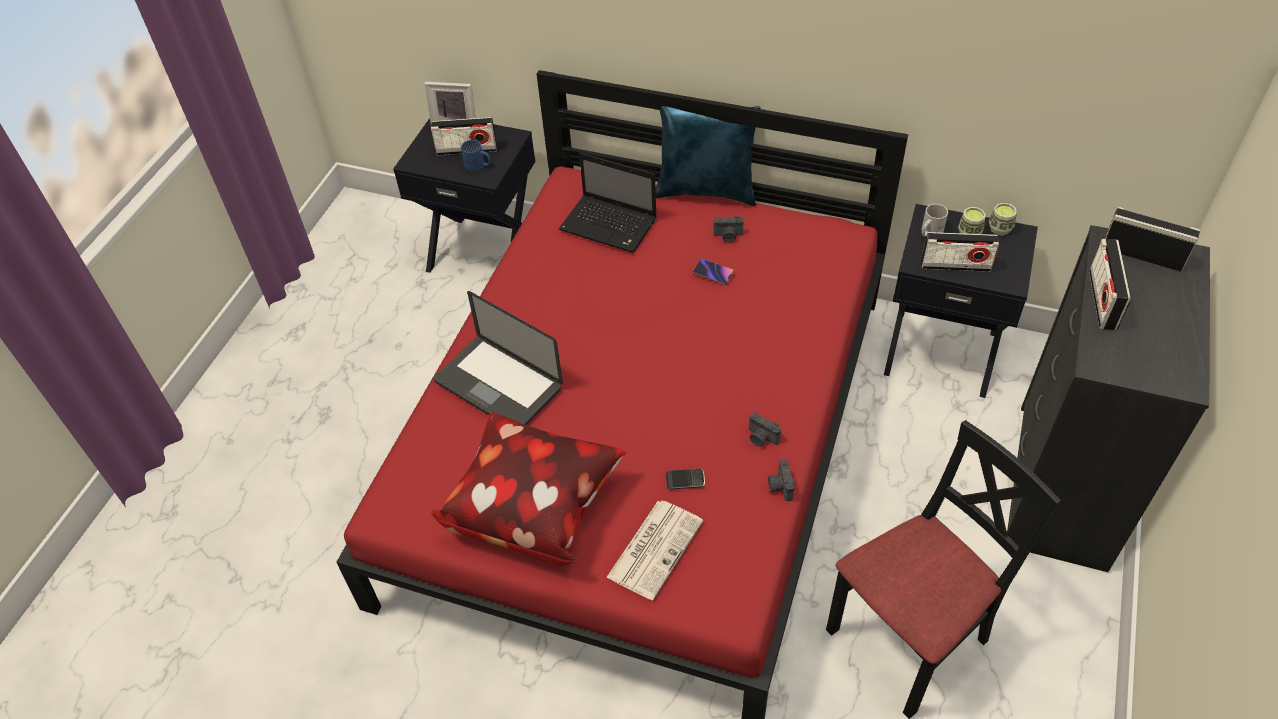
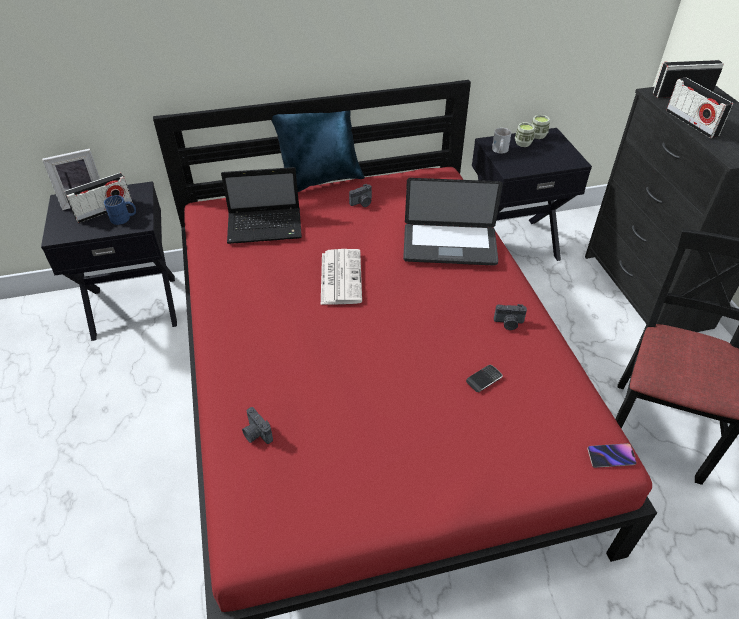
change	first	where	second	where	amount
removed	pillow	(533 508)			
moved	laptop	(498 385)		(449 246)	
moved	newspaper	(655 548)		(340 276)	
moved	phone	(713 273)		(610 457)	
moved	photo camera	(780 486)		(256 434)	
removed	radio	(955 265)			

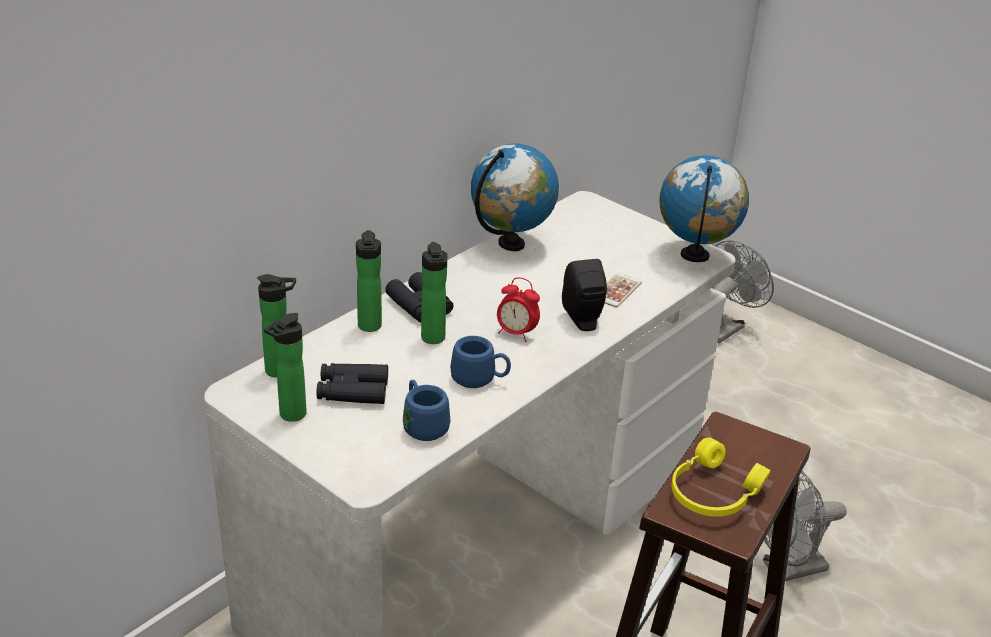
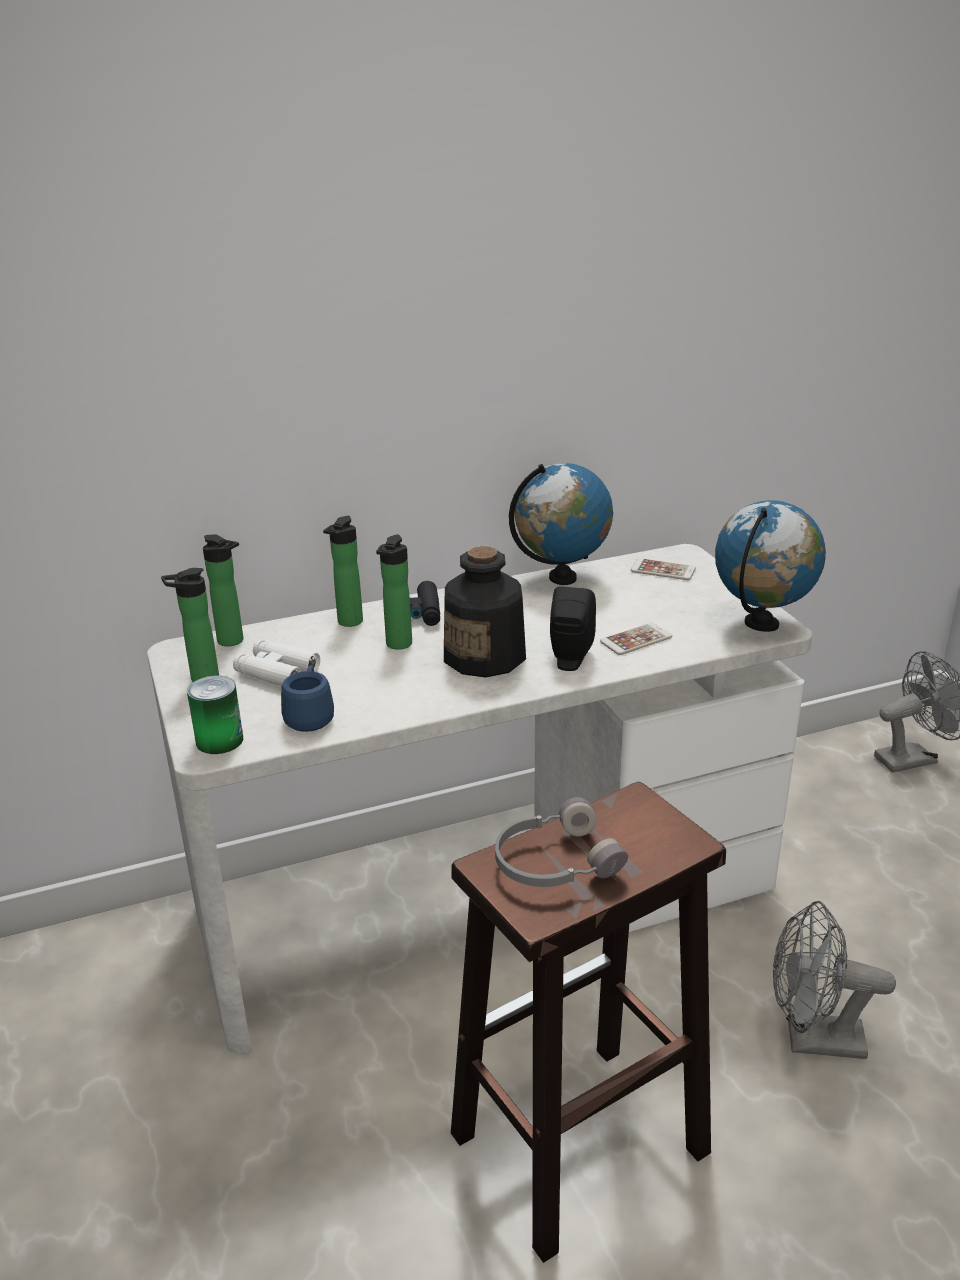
change	first	where	second	where	amount
recoloured	black binoculars	(352 391)	white binoculars	(277 672)	
removed	blue mug	(480 379)			
replaced	alarm clock	(516 333)	bottle	(485 657)	
recoloured	yellow headphones	(712 492)	grey headphones	(554 861)	
added			can	(219 740)	
added			phone	(663 570)	

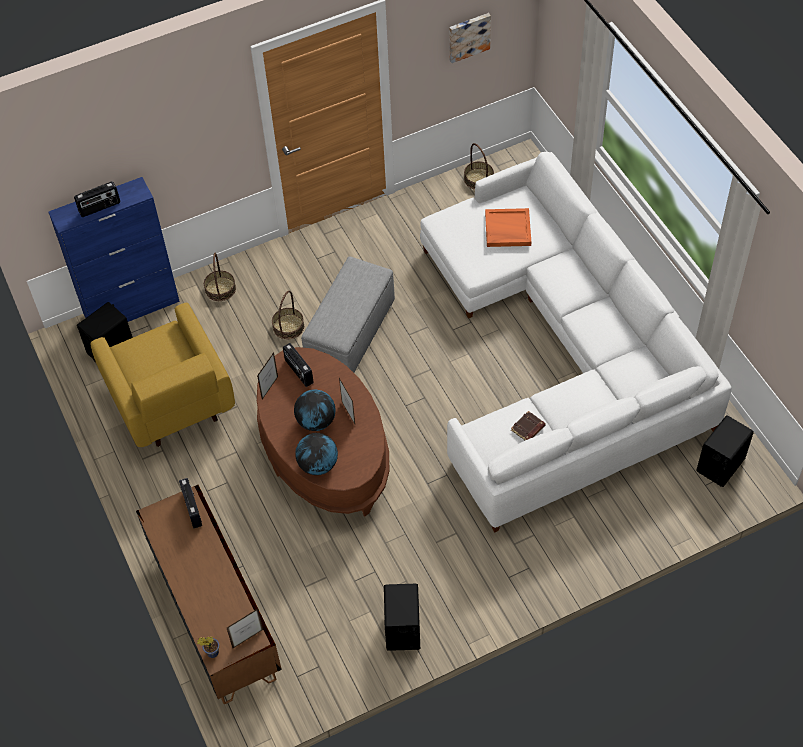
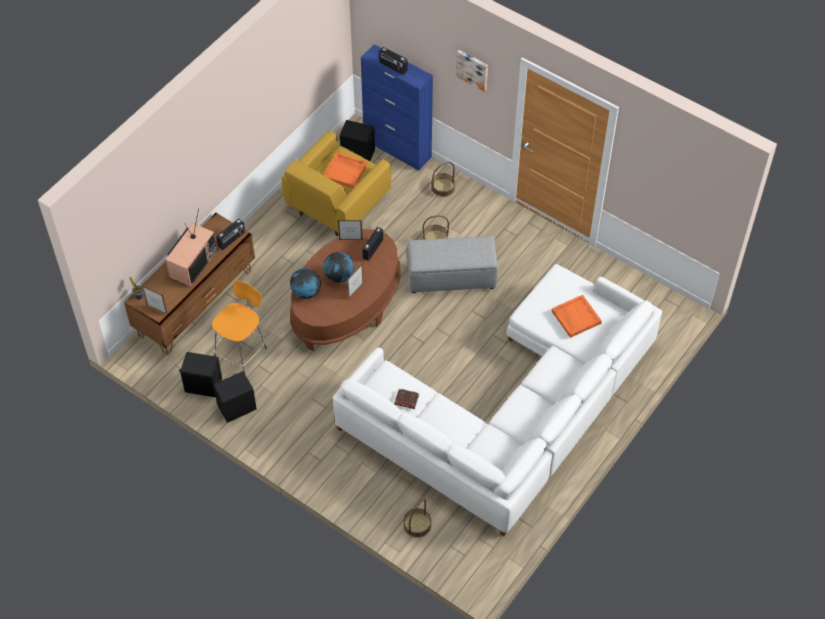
change	first	where	second	where	amount
moved	picture	(468 36)		(472 69)	
moved	basket	(478 179)		(417 525)	
moved	black speaker	(720 465)		(203 385)	
added			television	(192 263)	
added			orange stool	(242 351)	
added			orange tray	(345 171)	

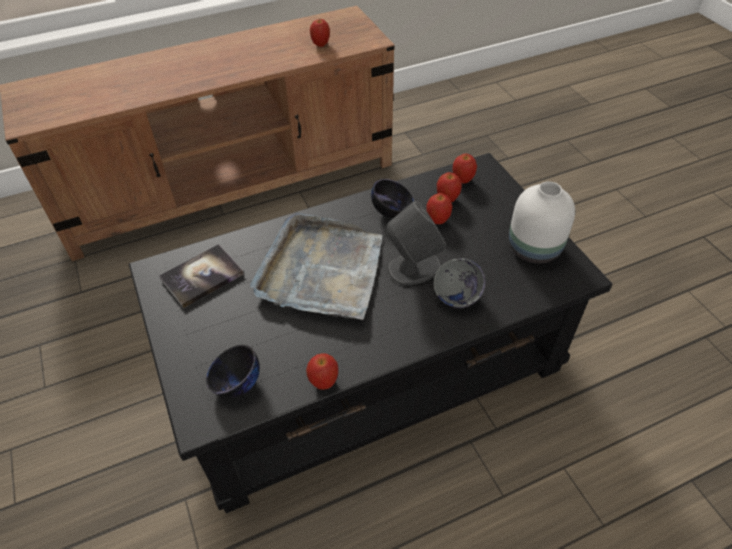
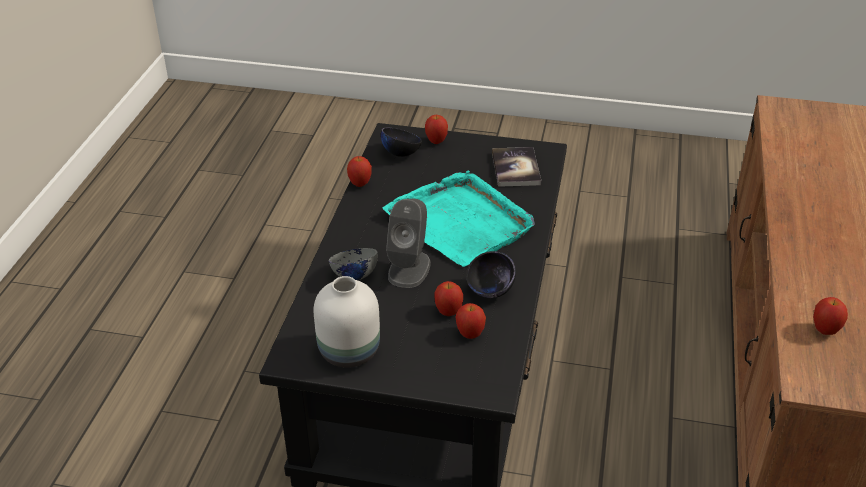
change	first	where	second	where	amount
recoloured	grey tray	(321 270)	turquoise tray	(460 222)	
moved	apple	(462 180)		(436 141)	

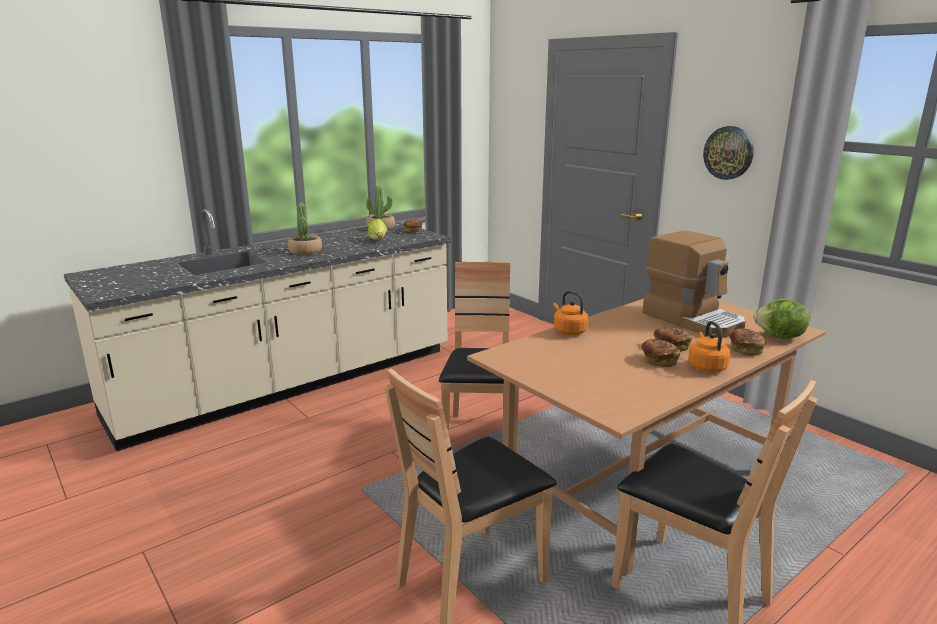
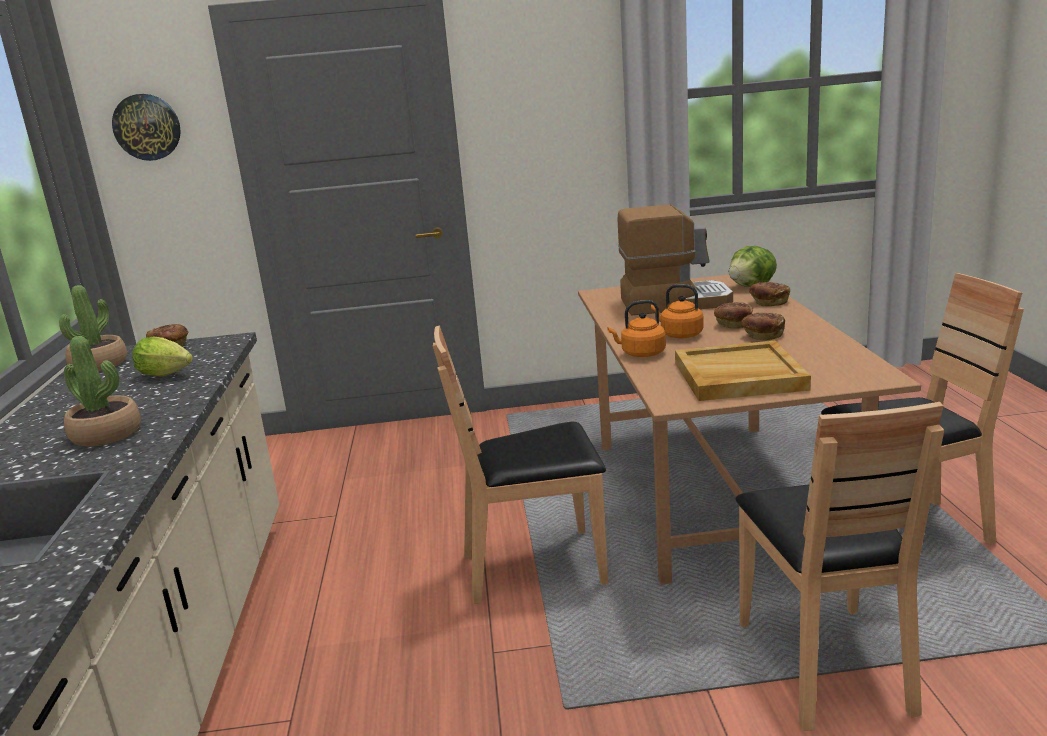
change	first	where	second	where	amount
turned	brown chair	(480 438)		(535 567)	45 degrees counterclockwise
moved	orange kettle	(706 366)		(679 335)	
moved	wall clock	(728 153)		(147 127)	
added			beige tray	(738 376)	

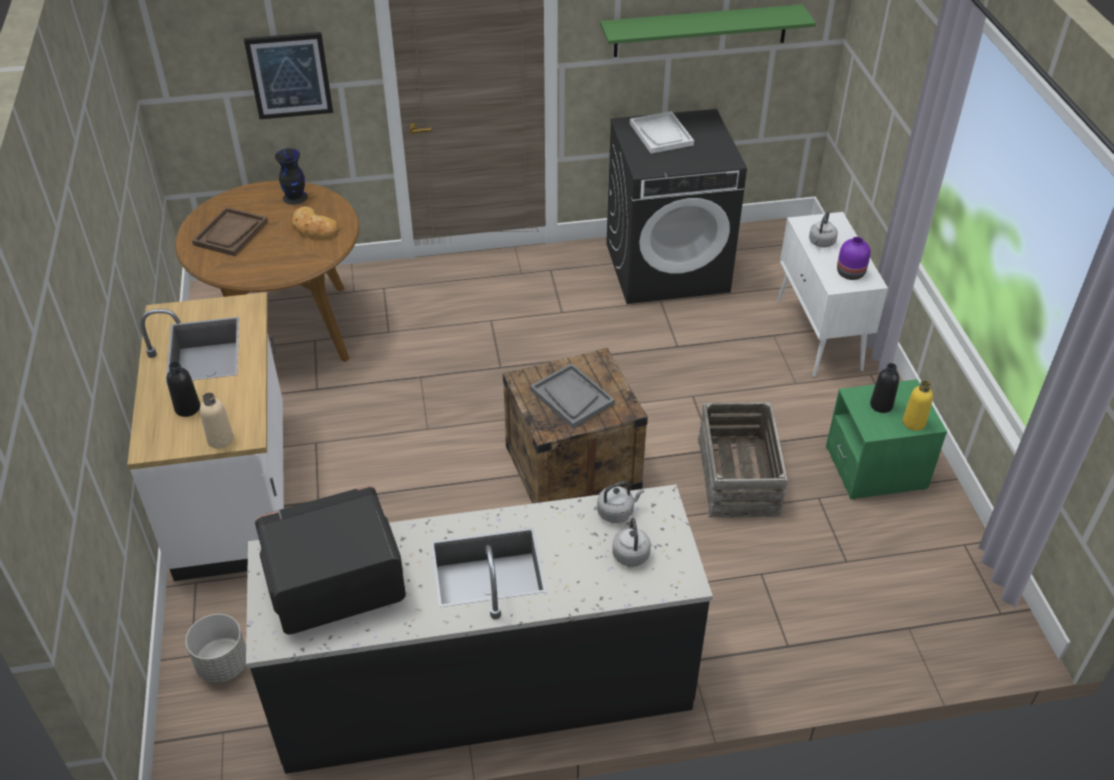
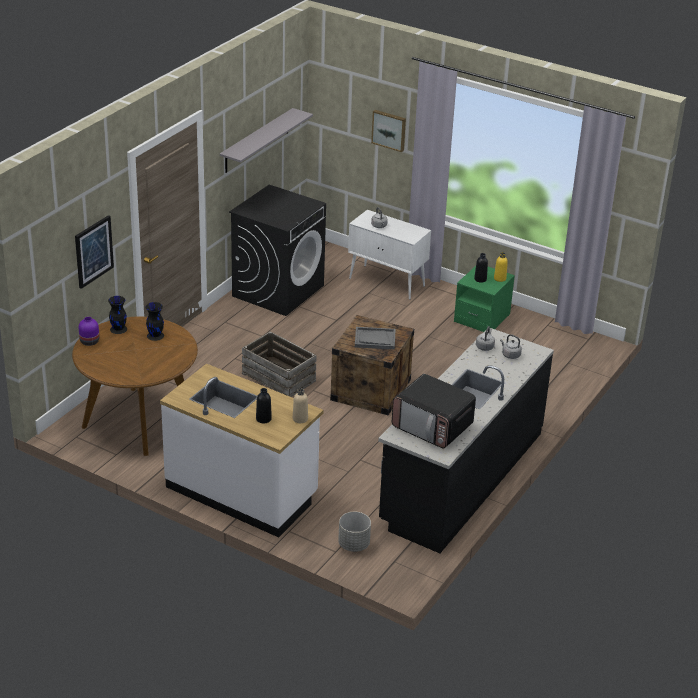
change	first	where	second	where	amount
removed	brown tray	(231 233)			
turned	microwave	(334 582)		(432 427)	75 degrees counterclockwise
replaced	bread	(313 227)	black vase	(155 335)	
recoloured	green shelf	(700 30)	grey shelf	(257 141)	
removed	white tray	(661 134)			
moved	crate	(739 476)		(279 377)	
moved	purple vase	(849 273)		(89 342)	
added			picture	(389 130)	

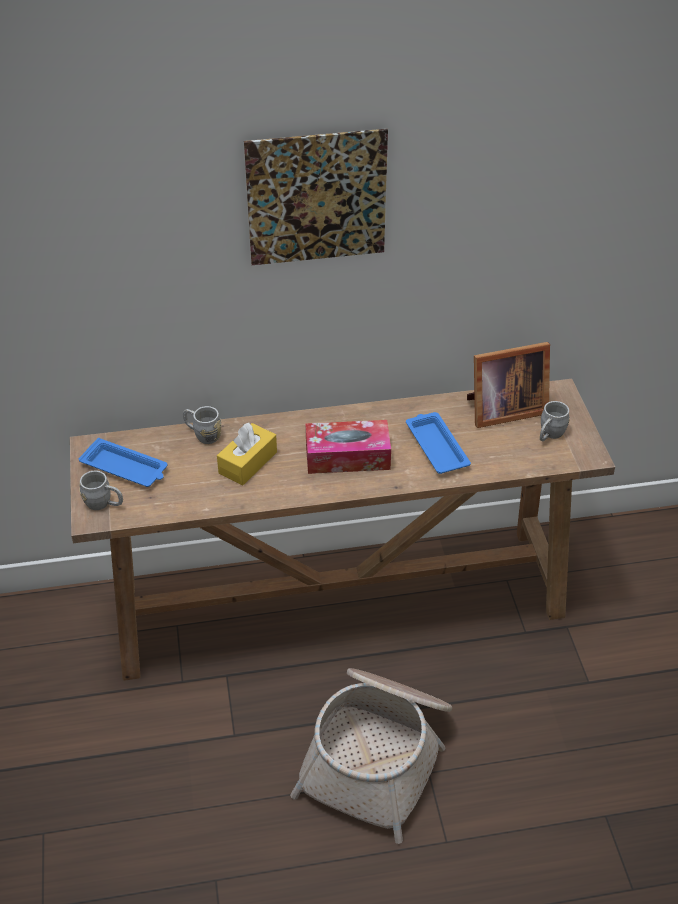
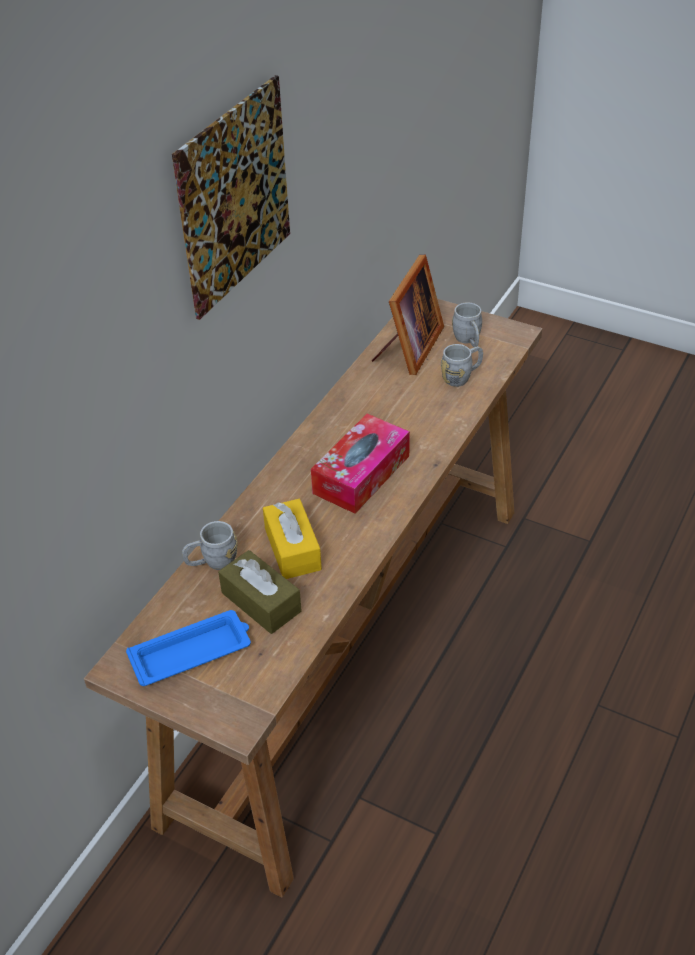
change	first	where	second	where	amount
moved	grey mug	(104 504)		(462 376)	
removed	basket	(378 755)			
removed	blue tray	(436 446)			
added			brown tissue box	(261 602)	

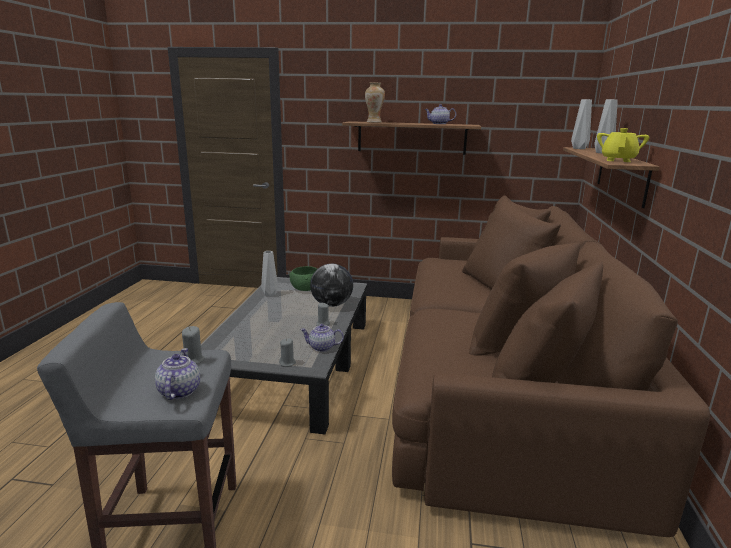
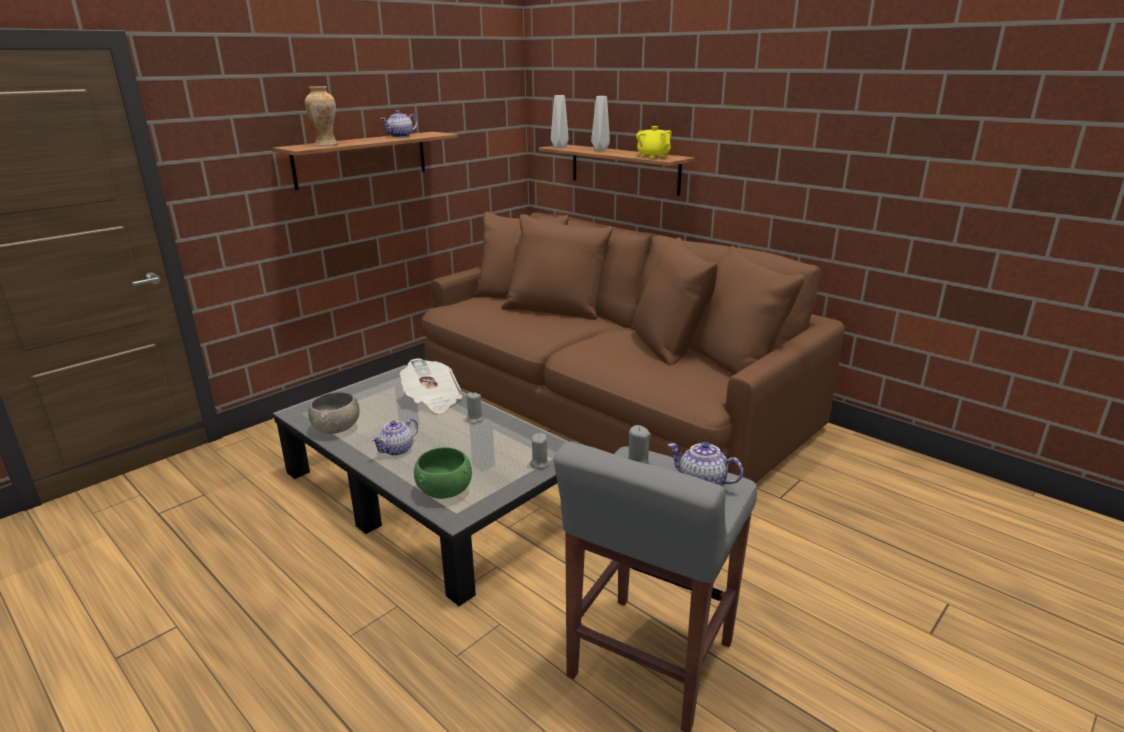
change	first	where	second	where	amount
replaced	grey vase	(269 294)	grey bowl	(337 428)	
moved	green bowl	(306 288)		(444 490)	
moved	teapot	(321 347)		(397 450)	
replaced	globe	(331 305)	newspaper	(432 400)	

